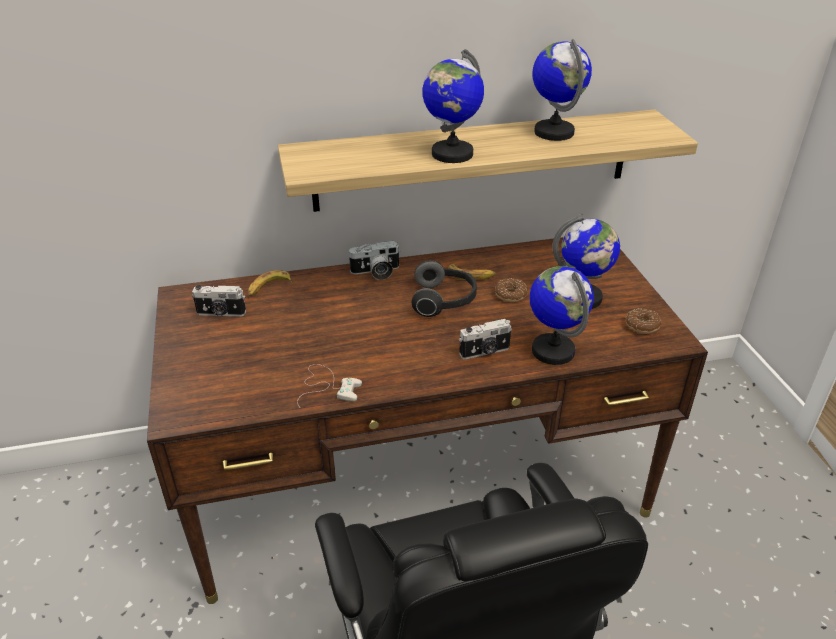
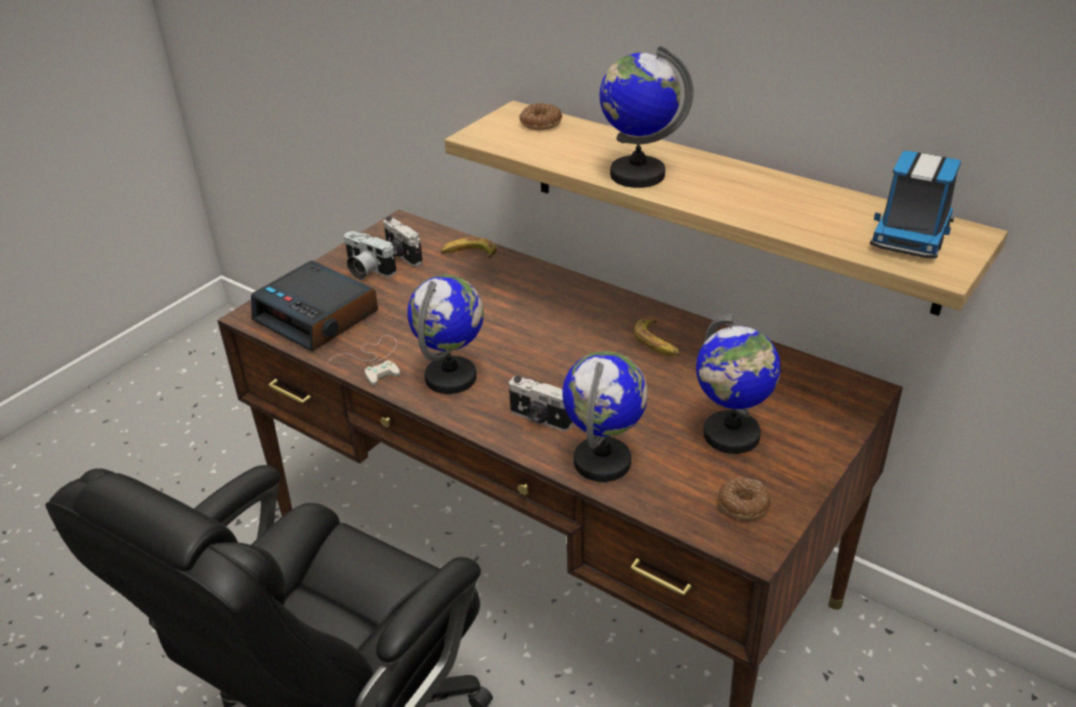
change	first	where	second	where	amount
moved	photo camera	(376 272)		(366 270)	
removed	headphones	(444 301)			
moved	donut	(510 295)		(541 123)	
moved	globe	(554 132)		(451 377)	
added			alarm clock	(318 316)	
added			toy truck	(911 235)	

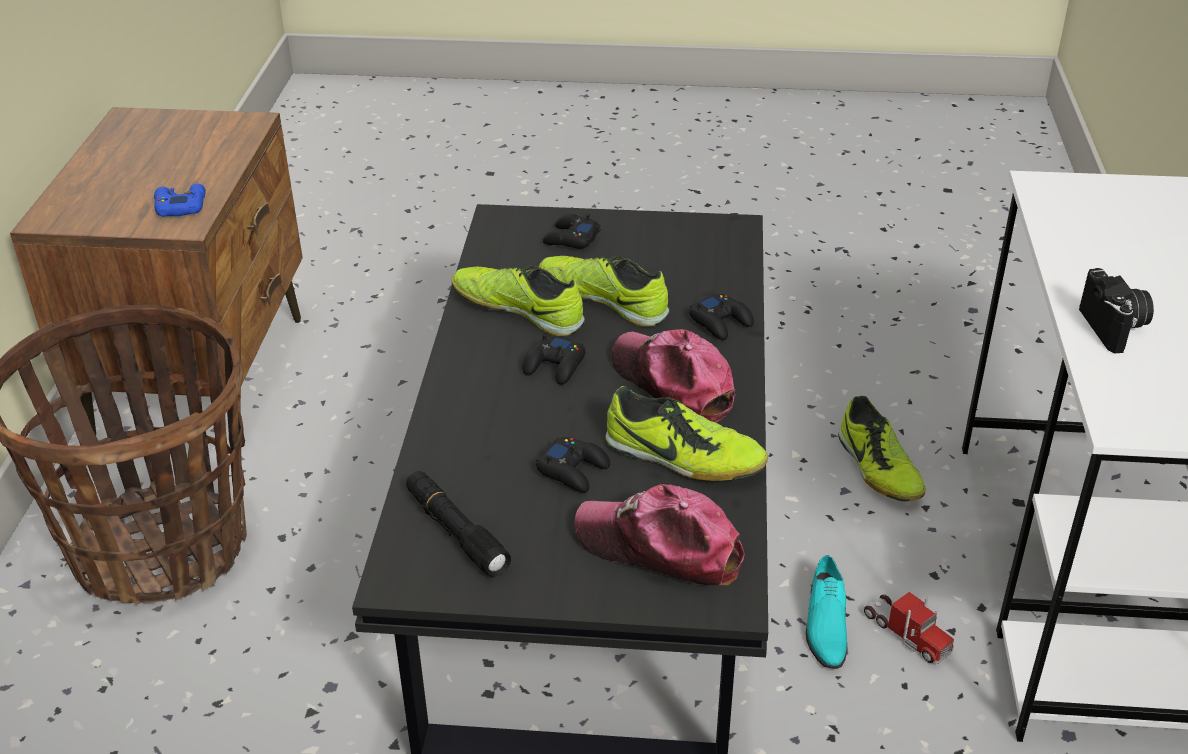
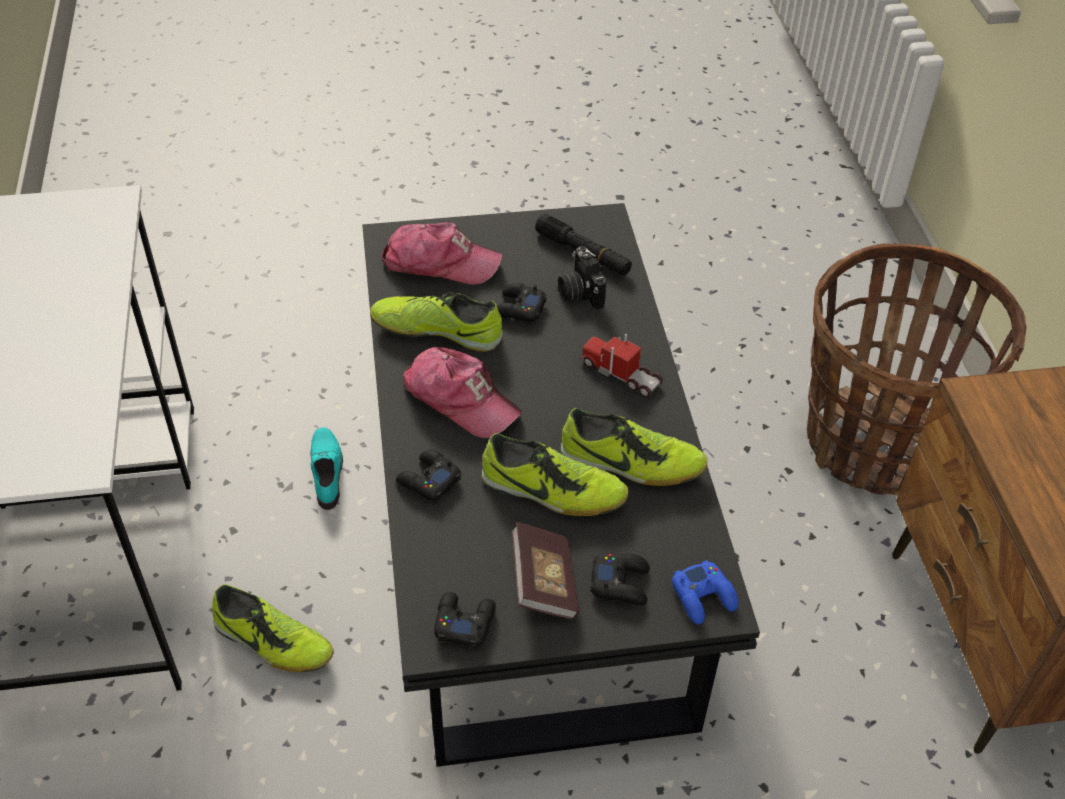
change	first	where	second	where	amount
moved	blue game controller	(180 206)		(703 597)	
moved	black game controller	(555 366)		(464 622)	
turned	shoe	(878 469)		(273 642)	150 degrees clockwise
moved	toy truck	(906 634)		(621 374)	
moved	photo camera	(1115 328)		(579 292)	
added			book	(544 583)	

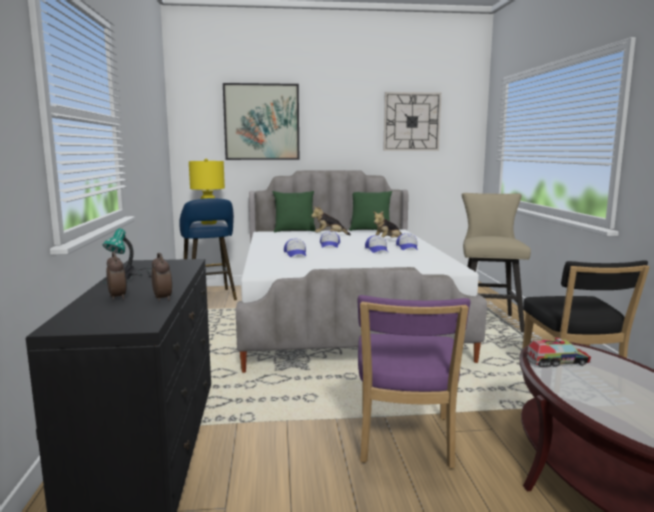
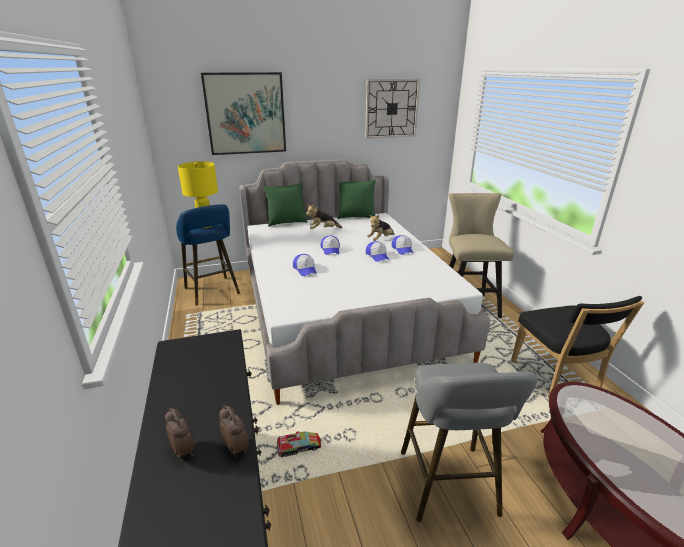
change	first	where	second	where	amount
removed	table lamp	(130 276)			
replaced	purple chair	(405 442)	grey stool	(450 488)	
moved	toy truck	(557 362)		(299 447)	

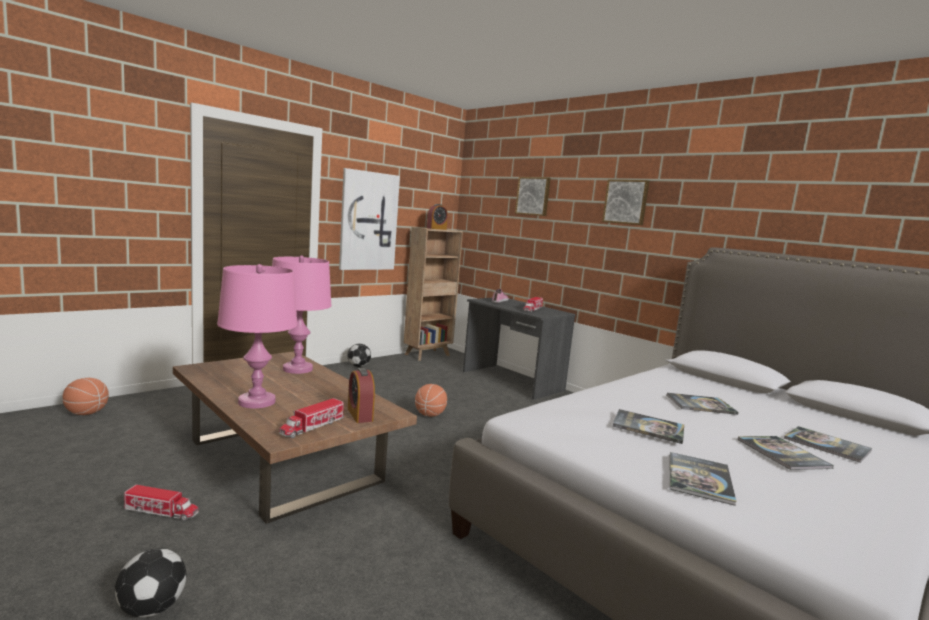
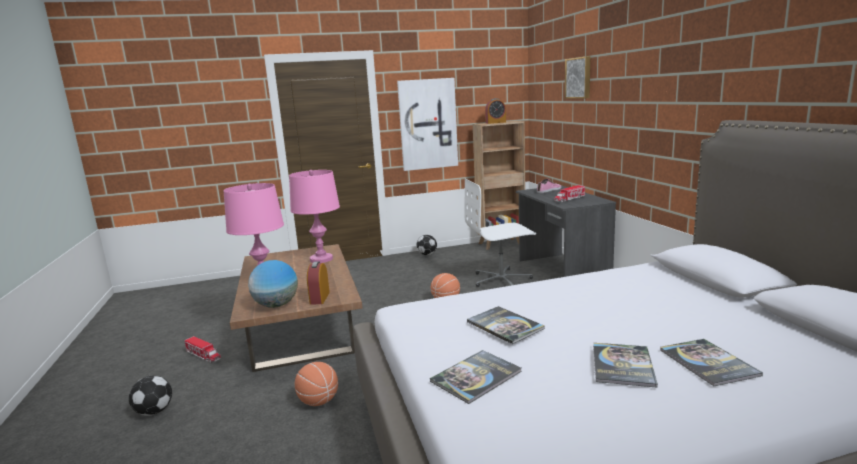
change	first	where	second	where	amount
moved	basketball	(86 413)		(318 401)	
replaced	toy truck	(312 427)	globe	(276 305)	
removed	picture	(626 202)			
removed	book	(700 405)			
added			white office chair	(501 279)	

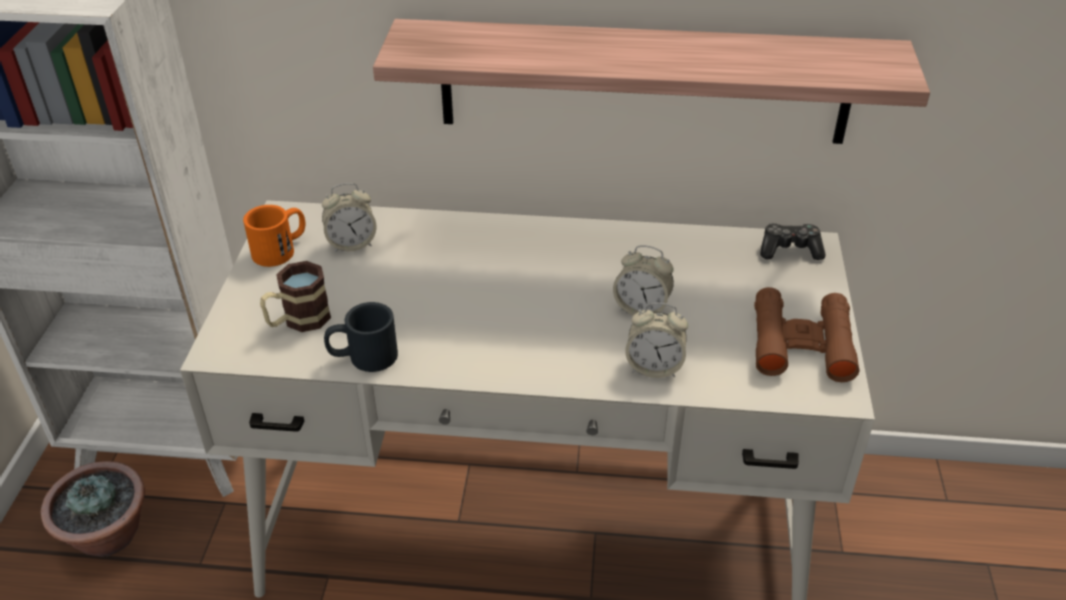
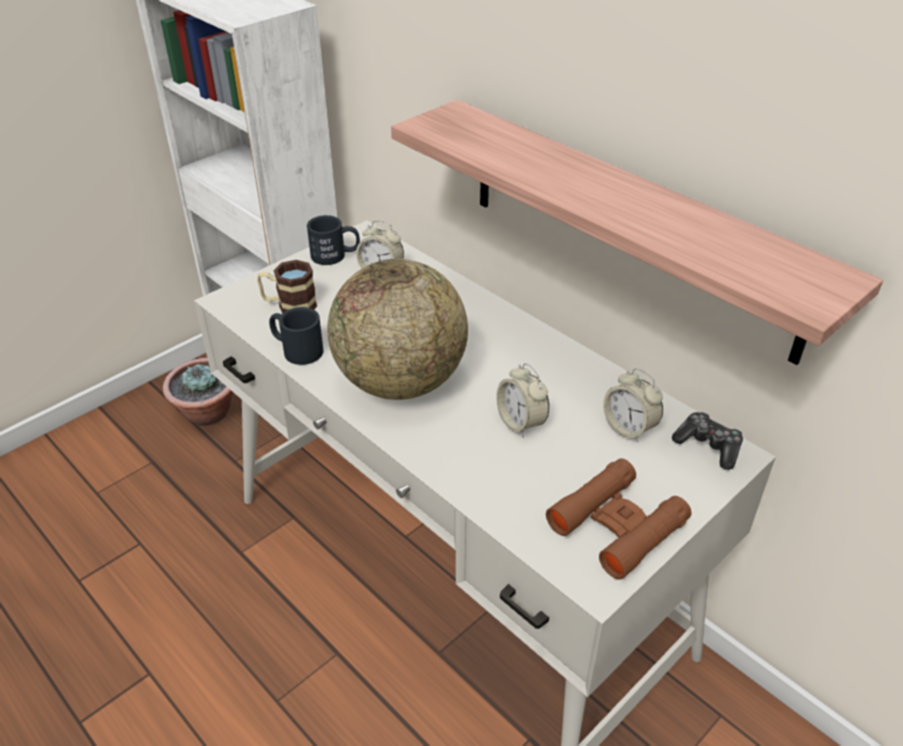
change	first	where	second	where	amount
recoloured	orange mug	(281 249)	black mug	(335 255)	
moved	alarm clock	(654 367)		(629 428)	
added			globe	(401 382)	

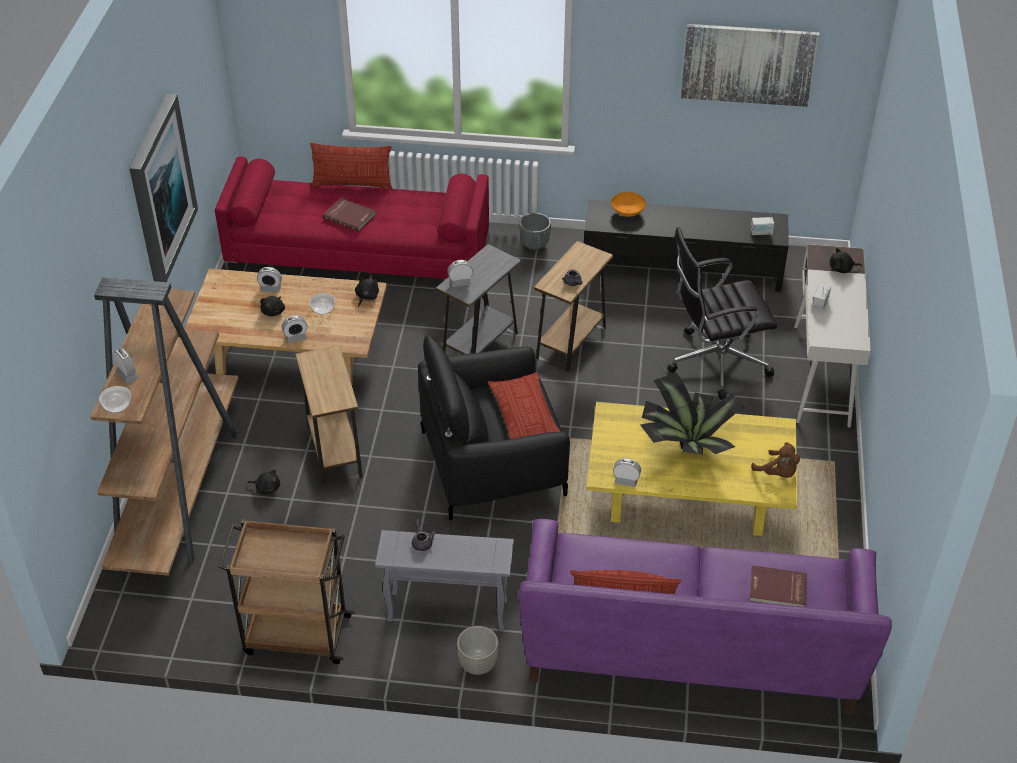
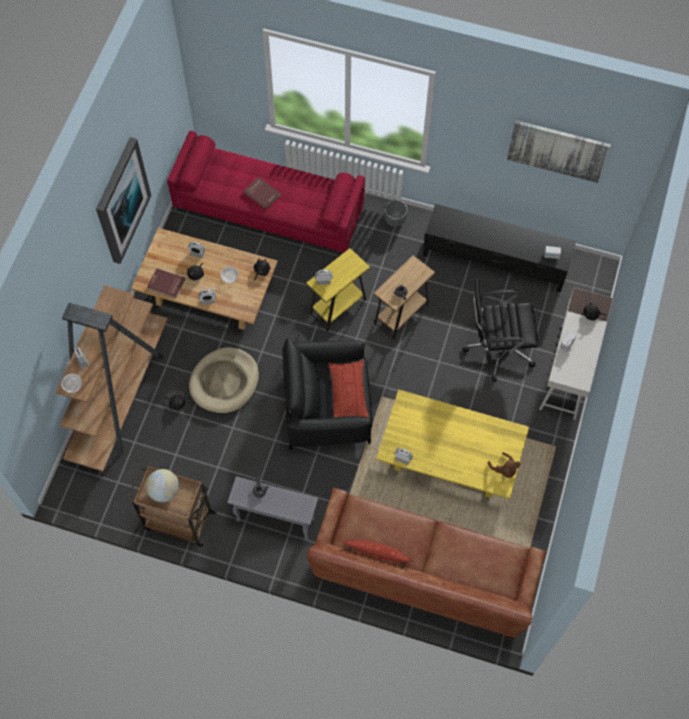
change	first	where	second	where	amount
replaced	brown side table	(334 452)	beige dog bed	(224 382)	
removed	pillow	(352 184)			
recoloured	grey side table	(480 346)	yellow side table	(338 307)	
removed	grey planter	(477 665)			
recoloured	purple sofa	(692 649)	brown sofa	(423 575)	
removed	orange bowl	(628 213)			
removed	potted plant	(685 444)			
moved	red book	(777 589)		(166 284)	
added			globe	(164 491)	

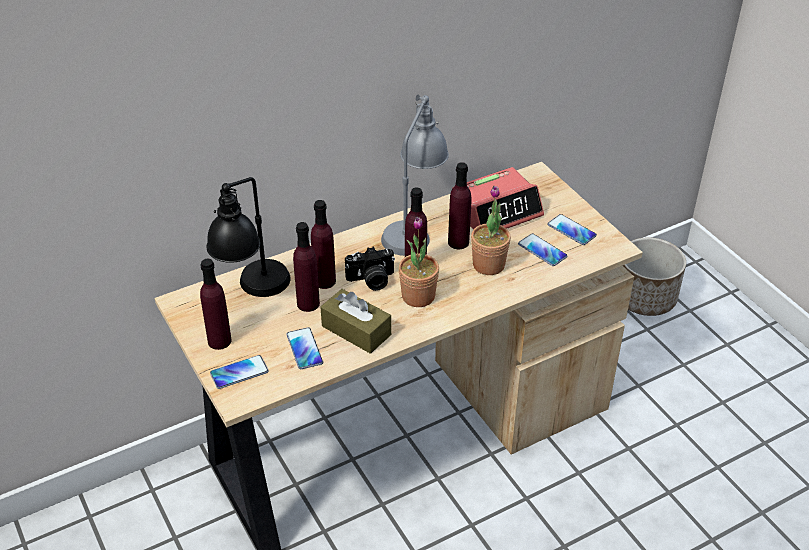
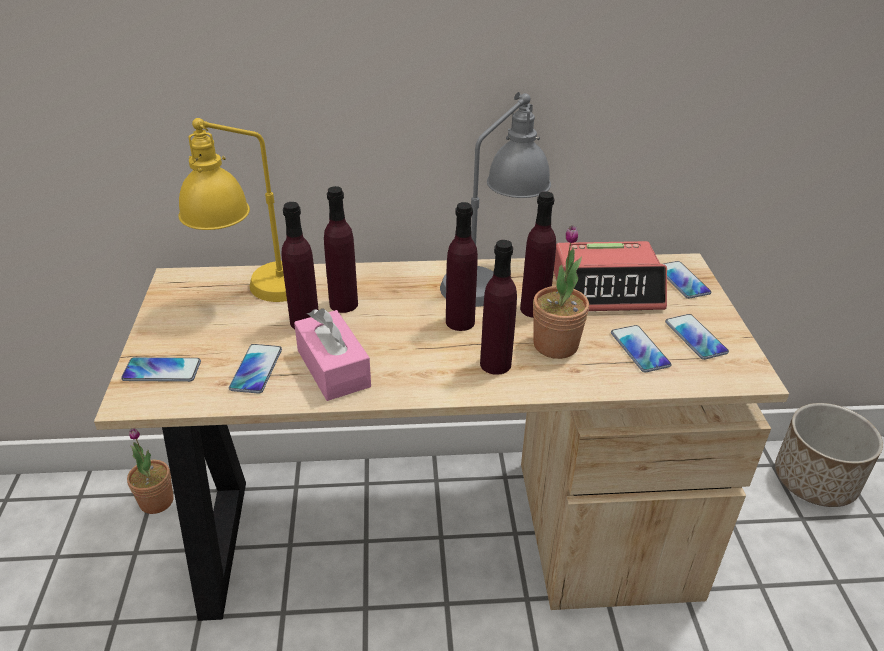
change	first	where	second	where	amount
moved	purple bottle	(219 341)		(495 364)	
recoloured	black table lamp	(254 294)	yellow table lamp	(257 294)	
recoloured	brown tissue box	(356 330)	pink tissue box	(333 368)	
removed	photo camera	(371 280)			
moved	potted plant	(418 296)		(156 501)	
added			phone	(682 280)	

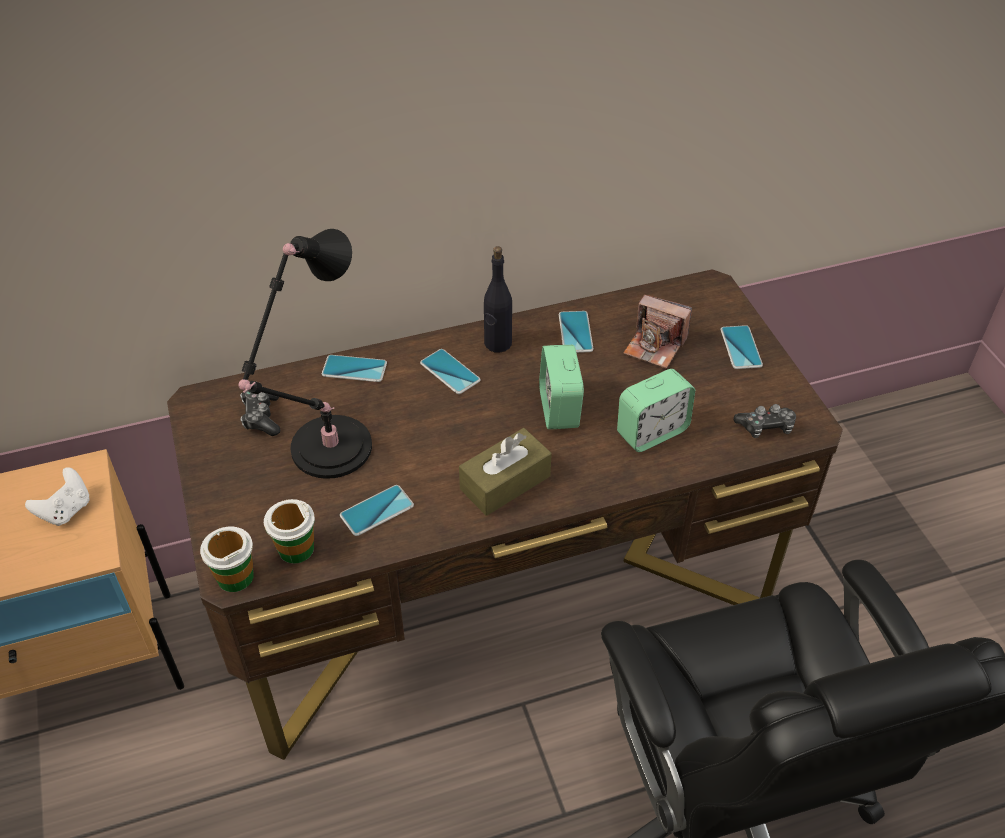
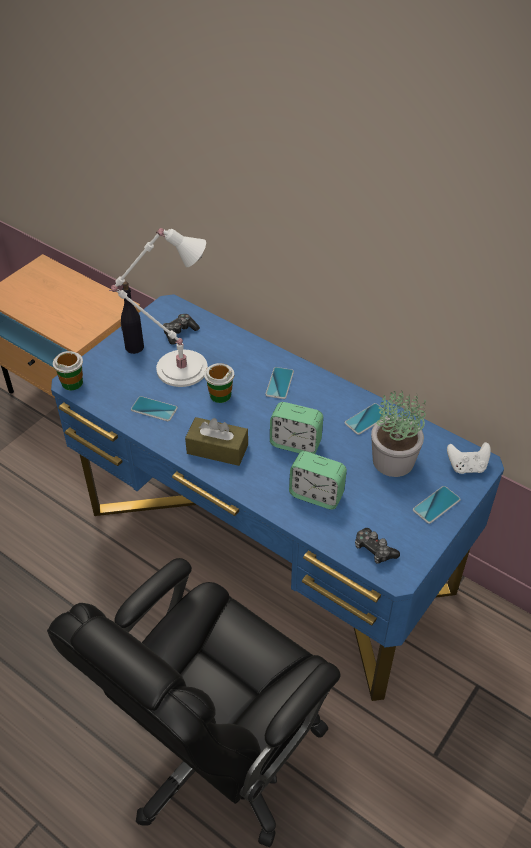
change	first	where	second	where	amount
moved	white game controller	(66 510)		(466 466)	
recoloured	brown desk	(501 597)	blue desk	(267 550)	
recoloured	black table lamp	(326 451)	white table lamp	(177 368)	
moved	cup	(295 549)		(220 395)	
removed	phone	(354 369)			
moved	black bottle	(497 343)		(134 347)	
turned	alarm clock	(559 408)		(295 443)	120 degrees counterclockwise
replaced	photo camera	(655 346)	potted plant	(393 461)	

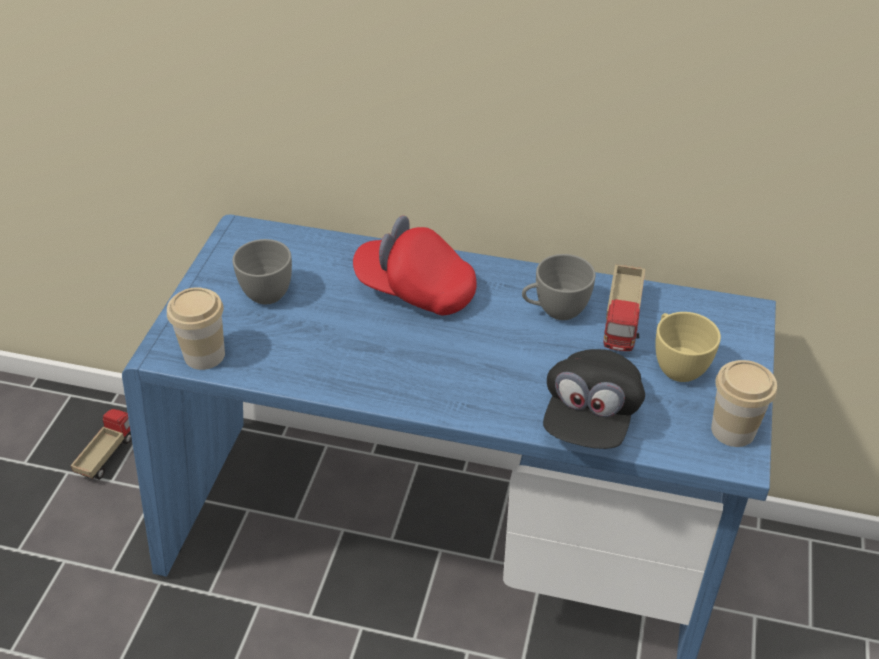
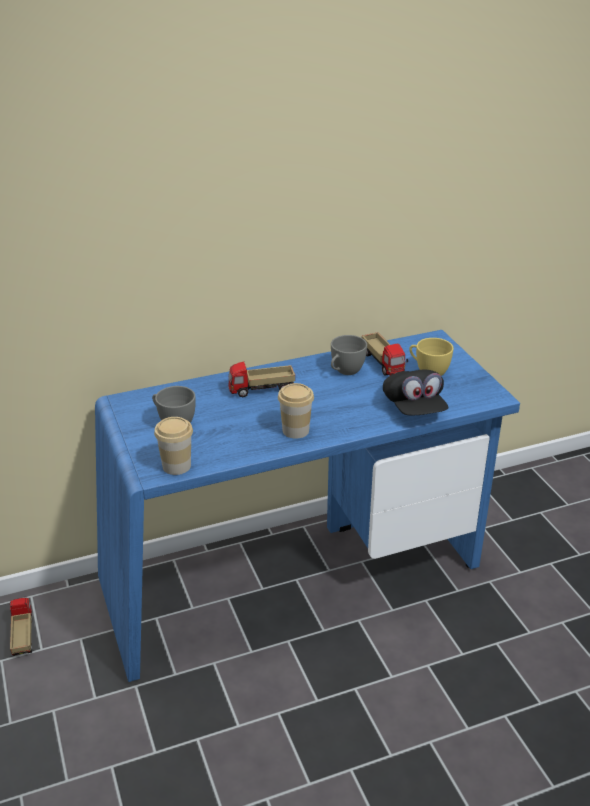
change	first	where	second	where	amount
replaced	red cap	(415 290)	toy truck	(261 390)	
moved	cup	(733 430)		(295 430)	

